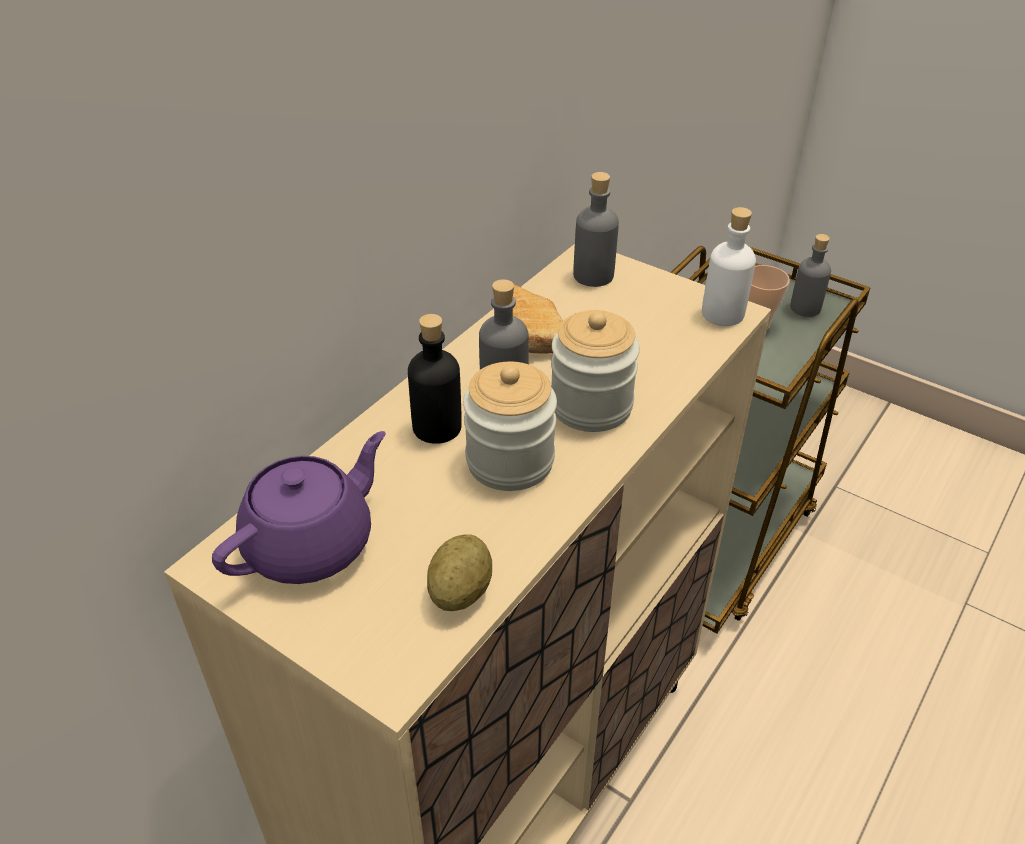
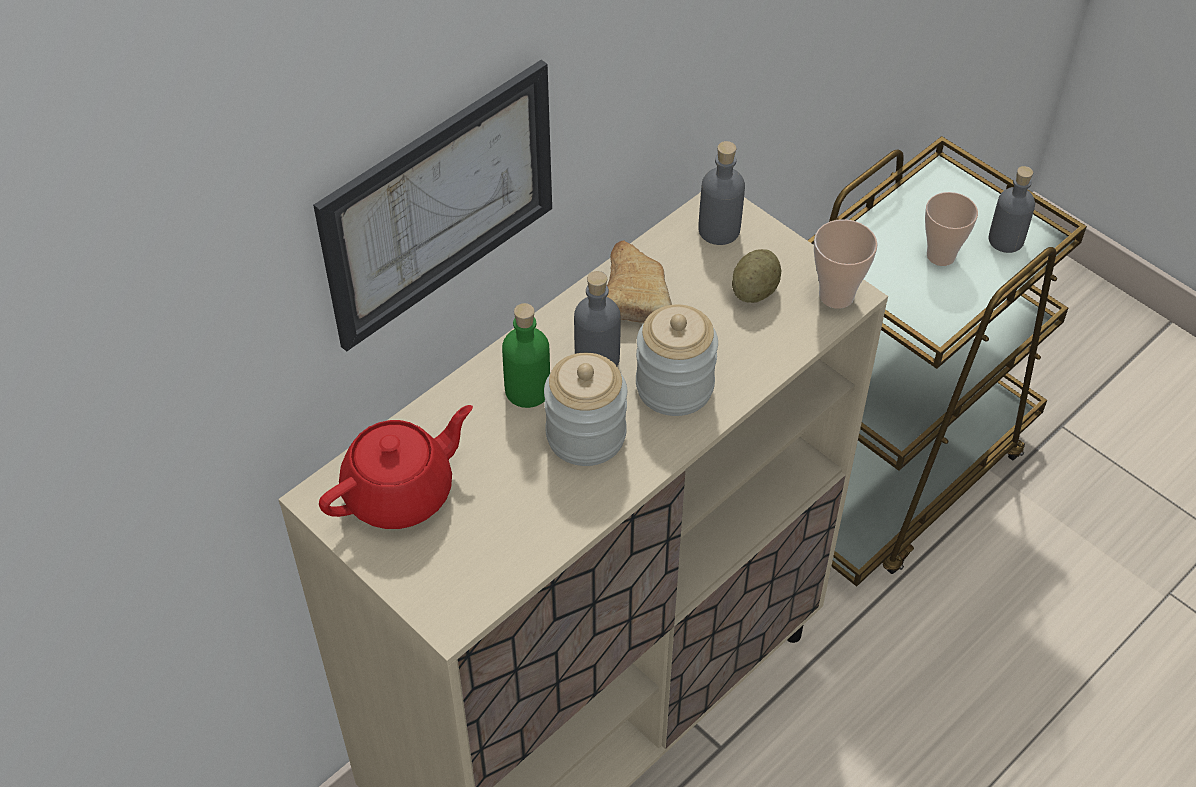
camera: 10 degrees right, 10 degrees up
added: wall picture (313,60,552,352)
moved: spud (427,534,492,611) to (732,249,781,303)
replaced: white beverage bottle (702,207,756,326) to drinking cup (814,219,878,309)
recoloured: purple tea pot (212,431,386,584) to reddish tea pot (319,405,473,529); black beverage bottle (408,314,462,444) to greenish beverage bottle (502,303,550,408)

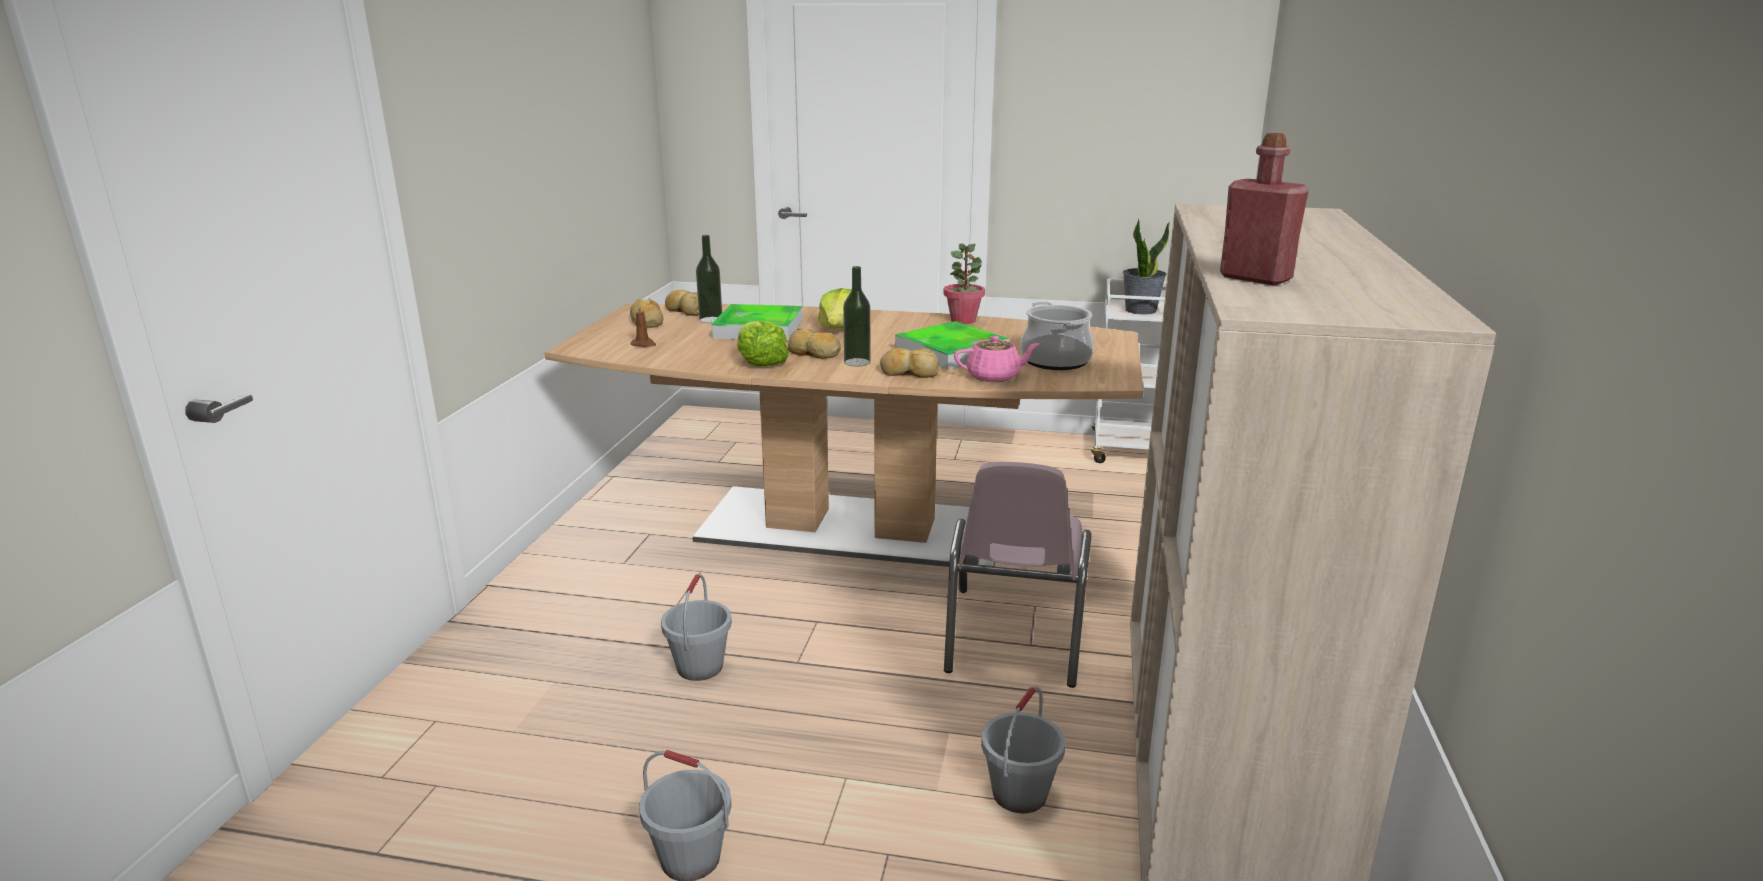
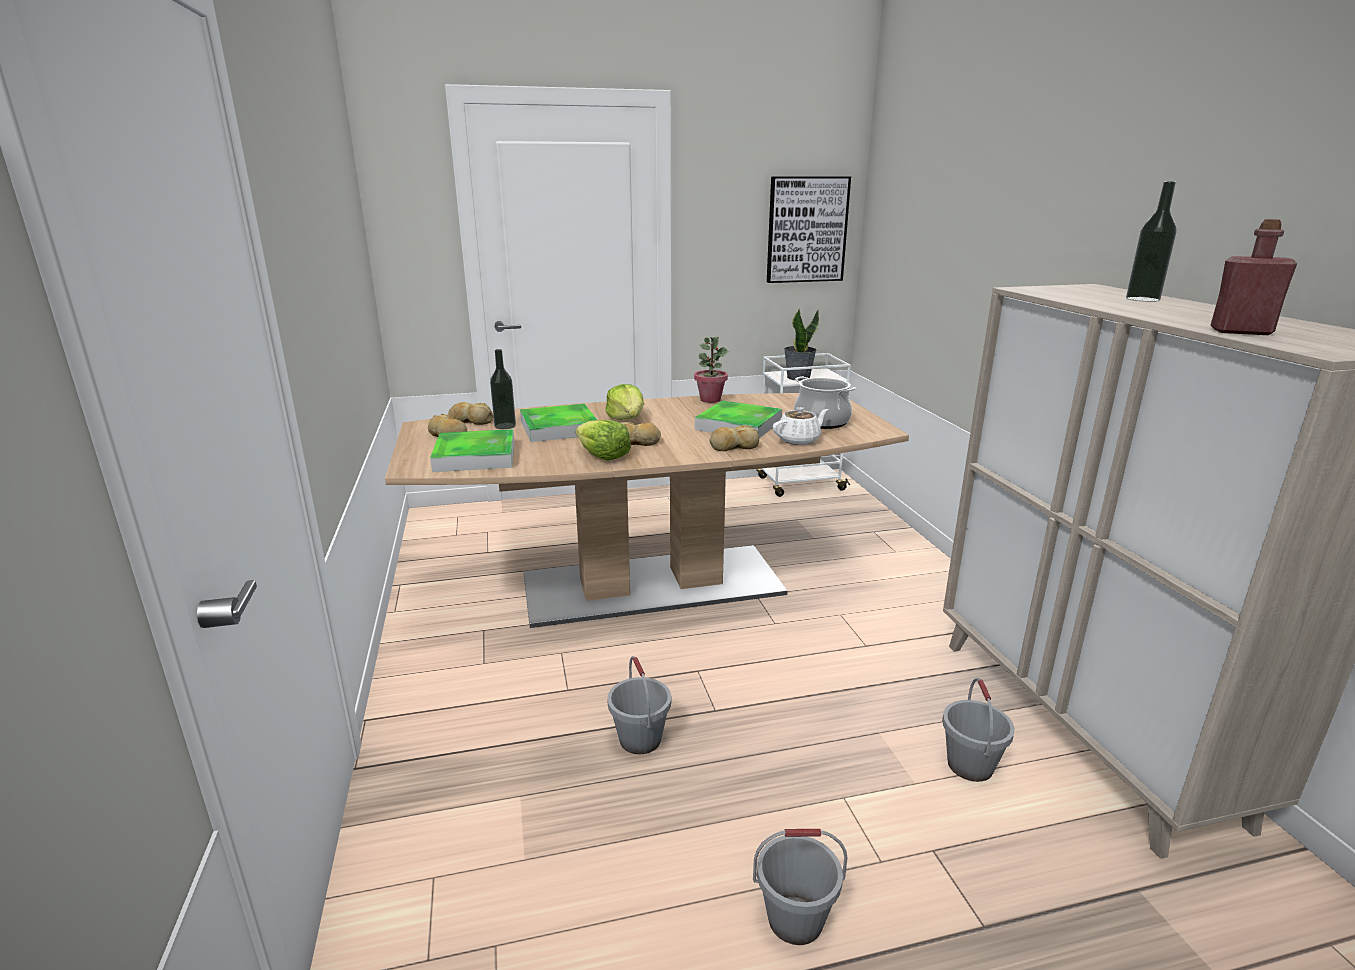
camera: 25 degrees left, 0 degrees up
removed: pinkish plain chair (944,462,1091,688)
added: wall picture (767,177,851,283)
moved: beverage bottle (843,266,870,366) to (1126,182,1176,302)
replaced: brown-coloured wax candle (631,304,656,347) to tray (430,429,514,472)
recoloured: pinkish tea pot (954,336,1040,382) to white tea pot (773,407,828,445)

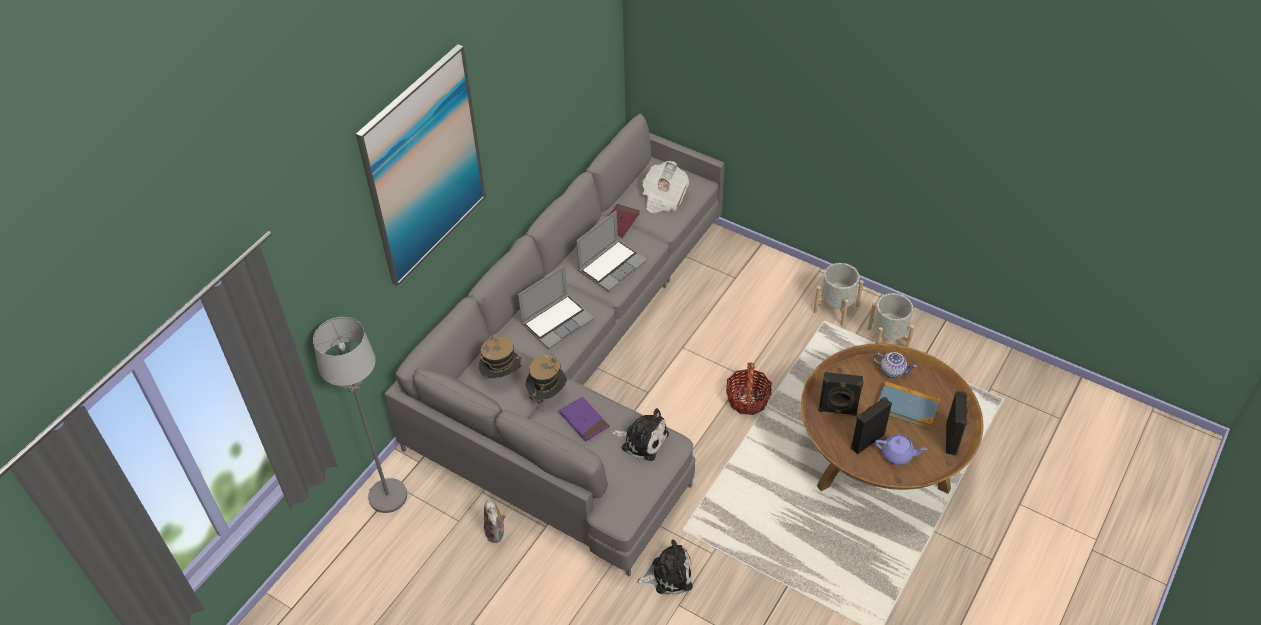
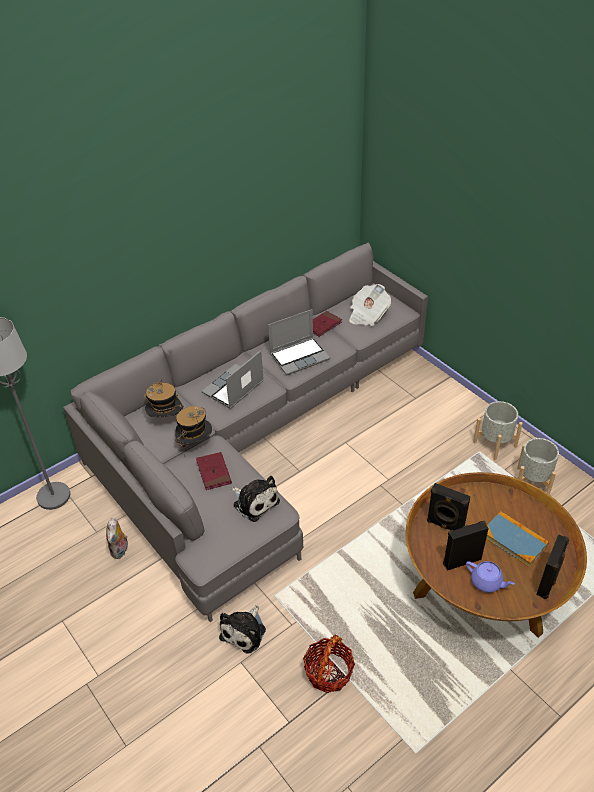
camera: 20 degrees right, 5 degrees down
removed: wall picture (356,44,486,286); tea pot (873,352,917,378)
moved: storage basket (726,363,772,415) to (303,635,355,693)
recoloured: purple volume (559,397,609,442) to reddish volume (196,452,232,490)
turned: notebook computer (518,265,594,349) = (202,350,264,409) 150 degrees clockwise; plush toy (637,539,693,594) = (219,605,266,654) 105 degrees clockwise

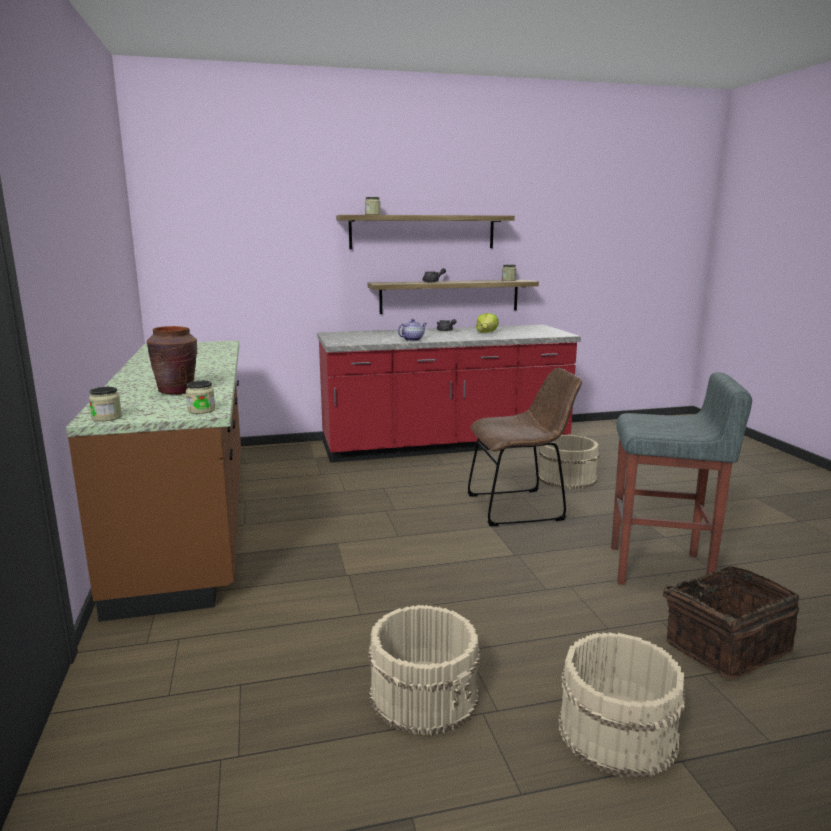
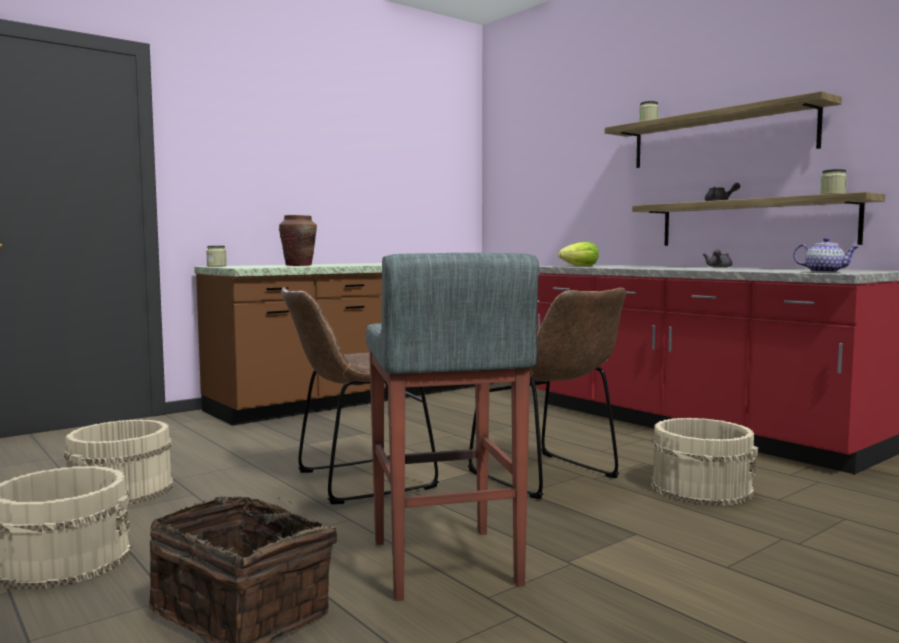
camera: 65 degrees right, 10 degrees down
removed: preserve jar (186,381,215,414)
added: brown-coloured plain chair (281,287,439,504)
moved: lettuce (476,313,499,333) to (558,242,599,266); tea pot (398,319,427,341) to (793,238,858,272)

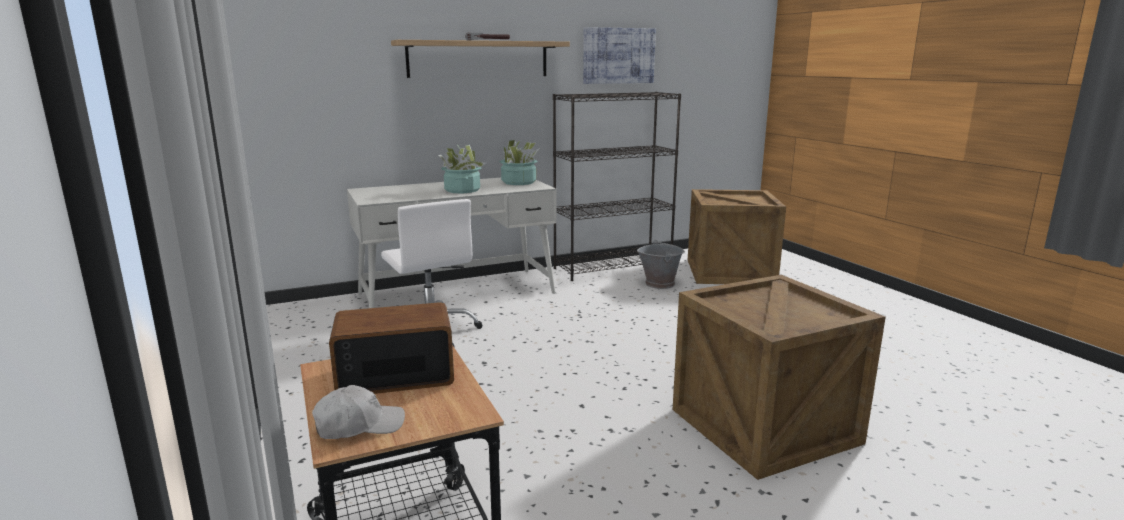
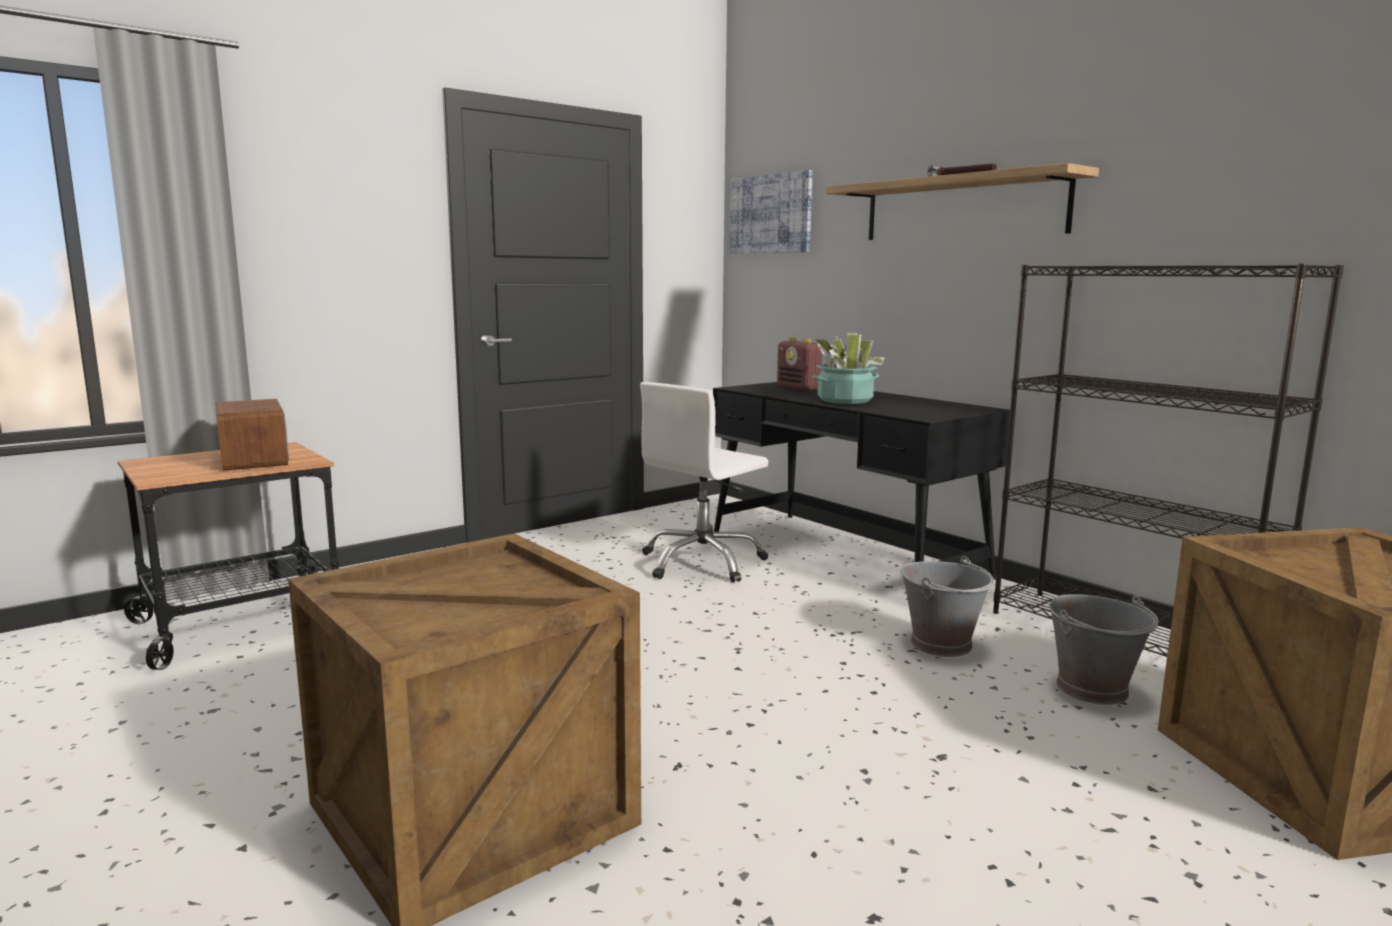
camera: 75 degrees right, 5 degrees down
removed: white baseball cap (312,385,405,439); plant in a pot (499,140,541,185)
added: radio set (777,337,822,391); gray water bucket (901,556,994,657)
moved: wall picture (583,27,656,84) to (730,170,813,254)
recoloured: white desk table (347,178,557,308) to black desk table (713,382,1010,580)

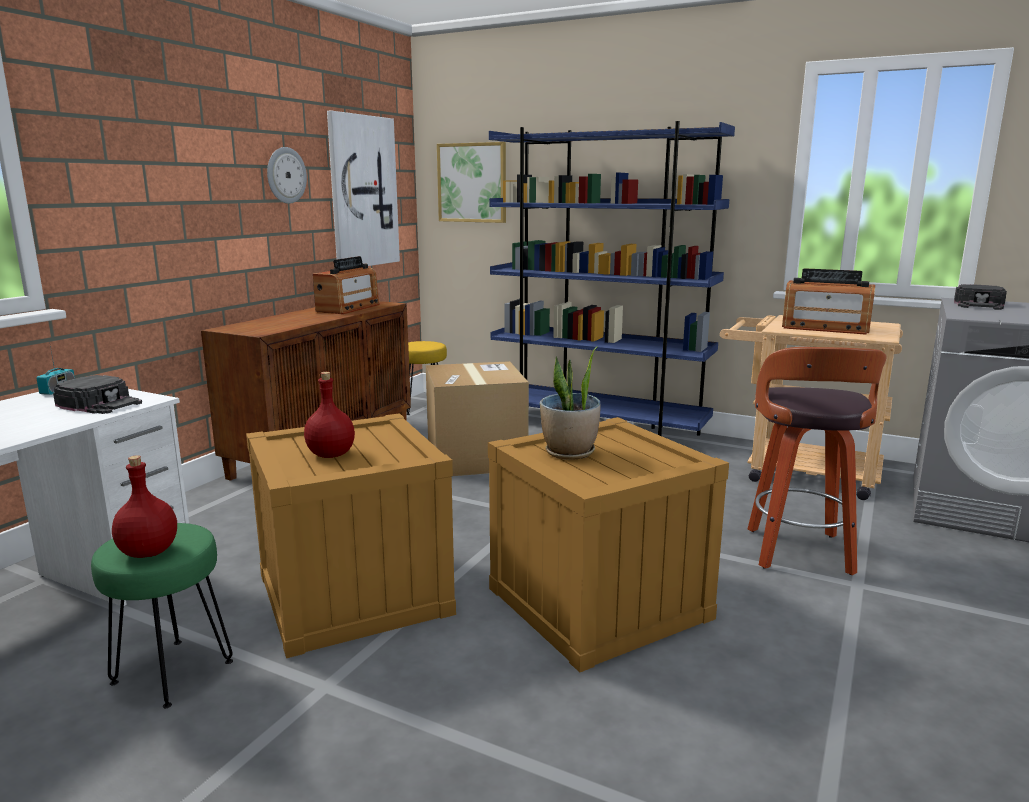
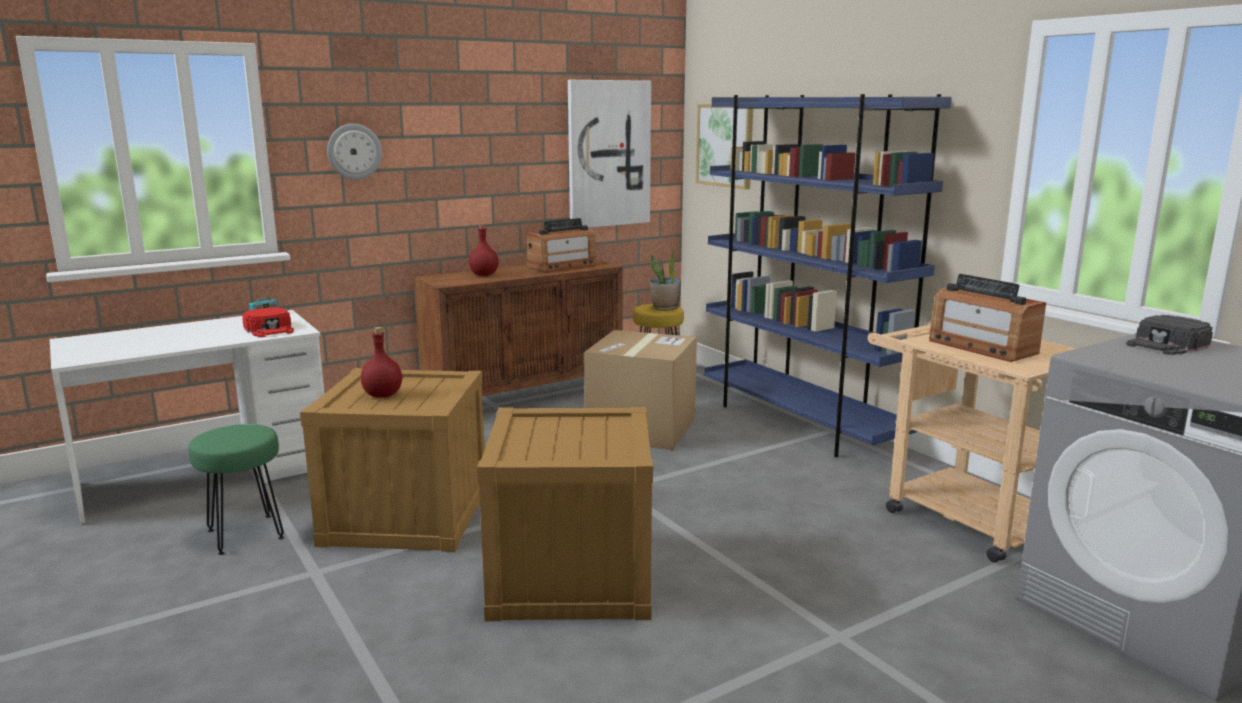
camera: 30 degrees right, 0 degrees up
removed: sitting stool (748,347,887,575)
moved: wall clock (267,147,307,204) to (327,124,382,180); reddish beverage bottle (112,455,177,558) to (469,224,499,276); plant in a pot (540,346,600,460) to (649,253,681,311)
recoloured: black baseball cap (53,375,142,414) to reddish baseball cap (242,307,294,338)

